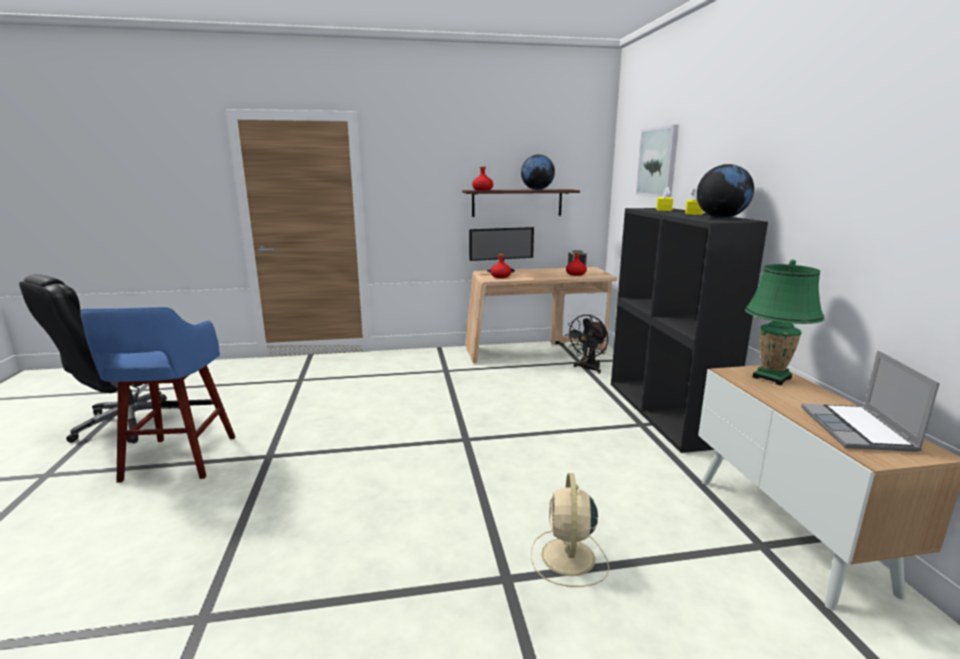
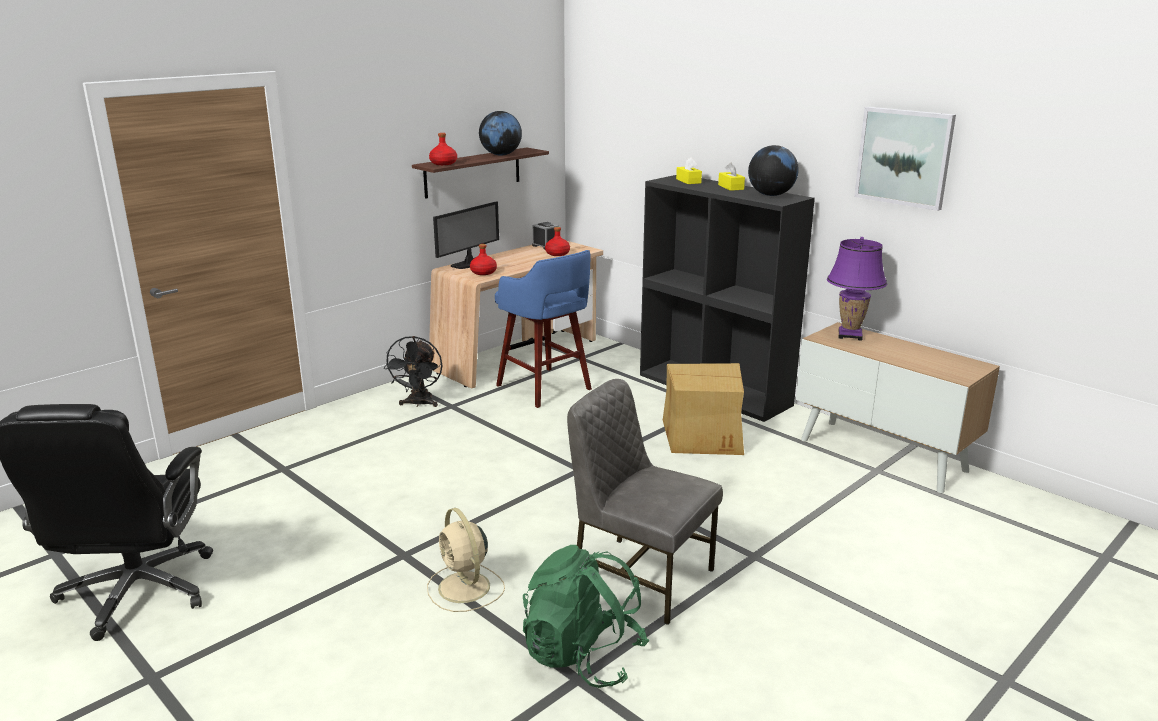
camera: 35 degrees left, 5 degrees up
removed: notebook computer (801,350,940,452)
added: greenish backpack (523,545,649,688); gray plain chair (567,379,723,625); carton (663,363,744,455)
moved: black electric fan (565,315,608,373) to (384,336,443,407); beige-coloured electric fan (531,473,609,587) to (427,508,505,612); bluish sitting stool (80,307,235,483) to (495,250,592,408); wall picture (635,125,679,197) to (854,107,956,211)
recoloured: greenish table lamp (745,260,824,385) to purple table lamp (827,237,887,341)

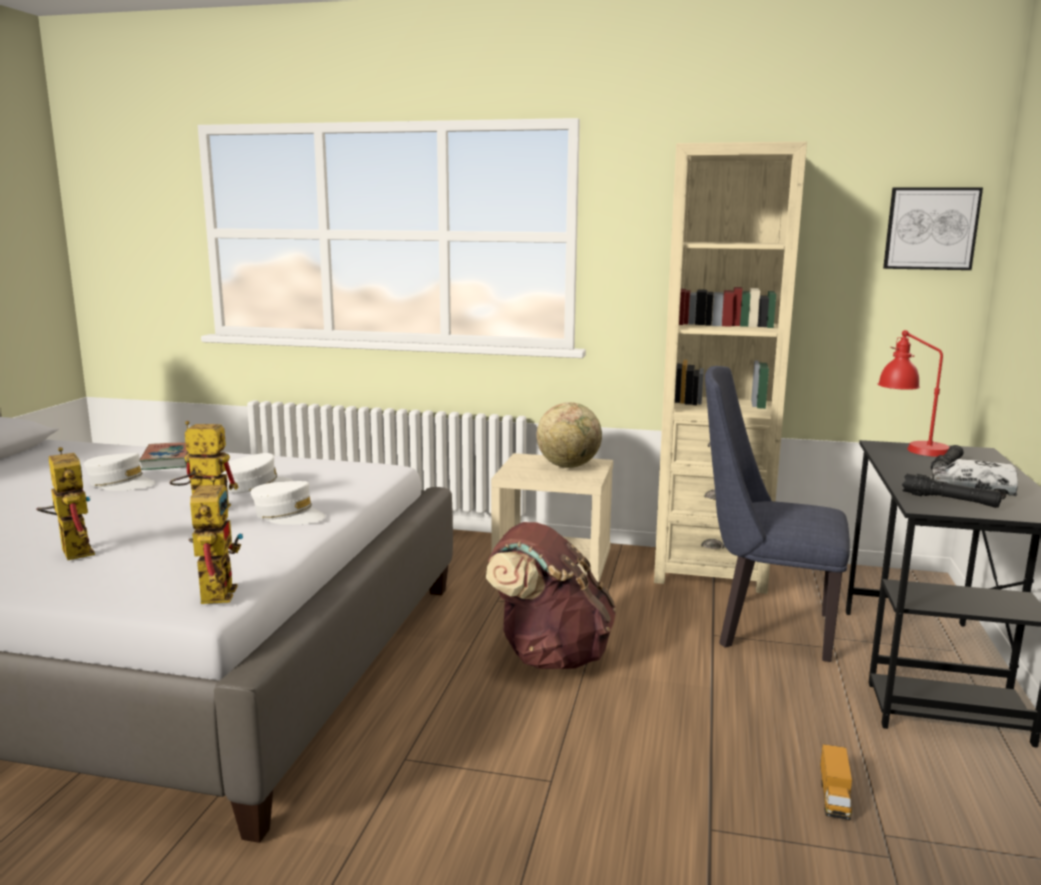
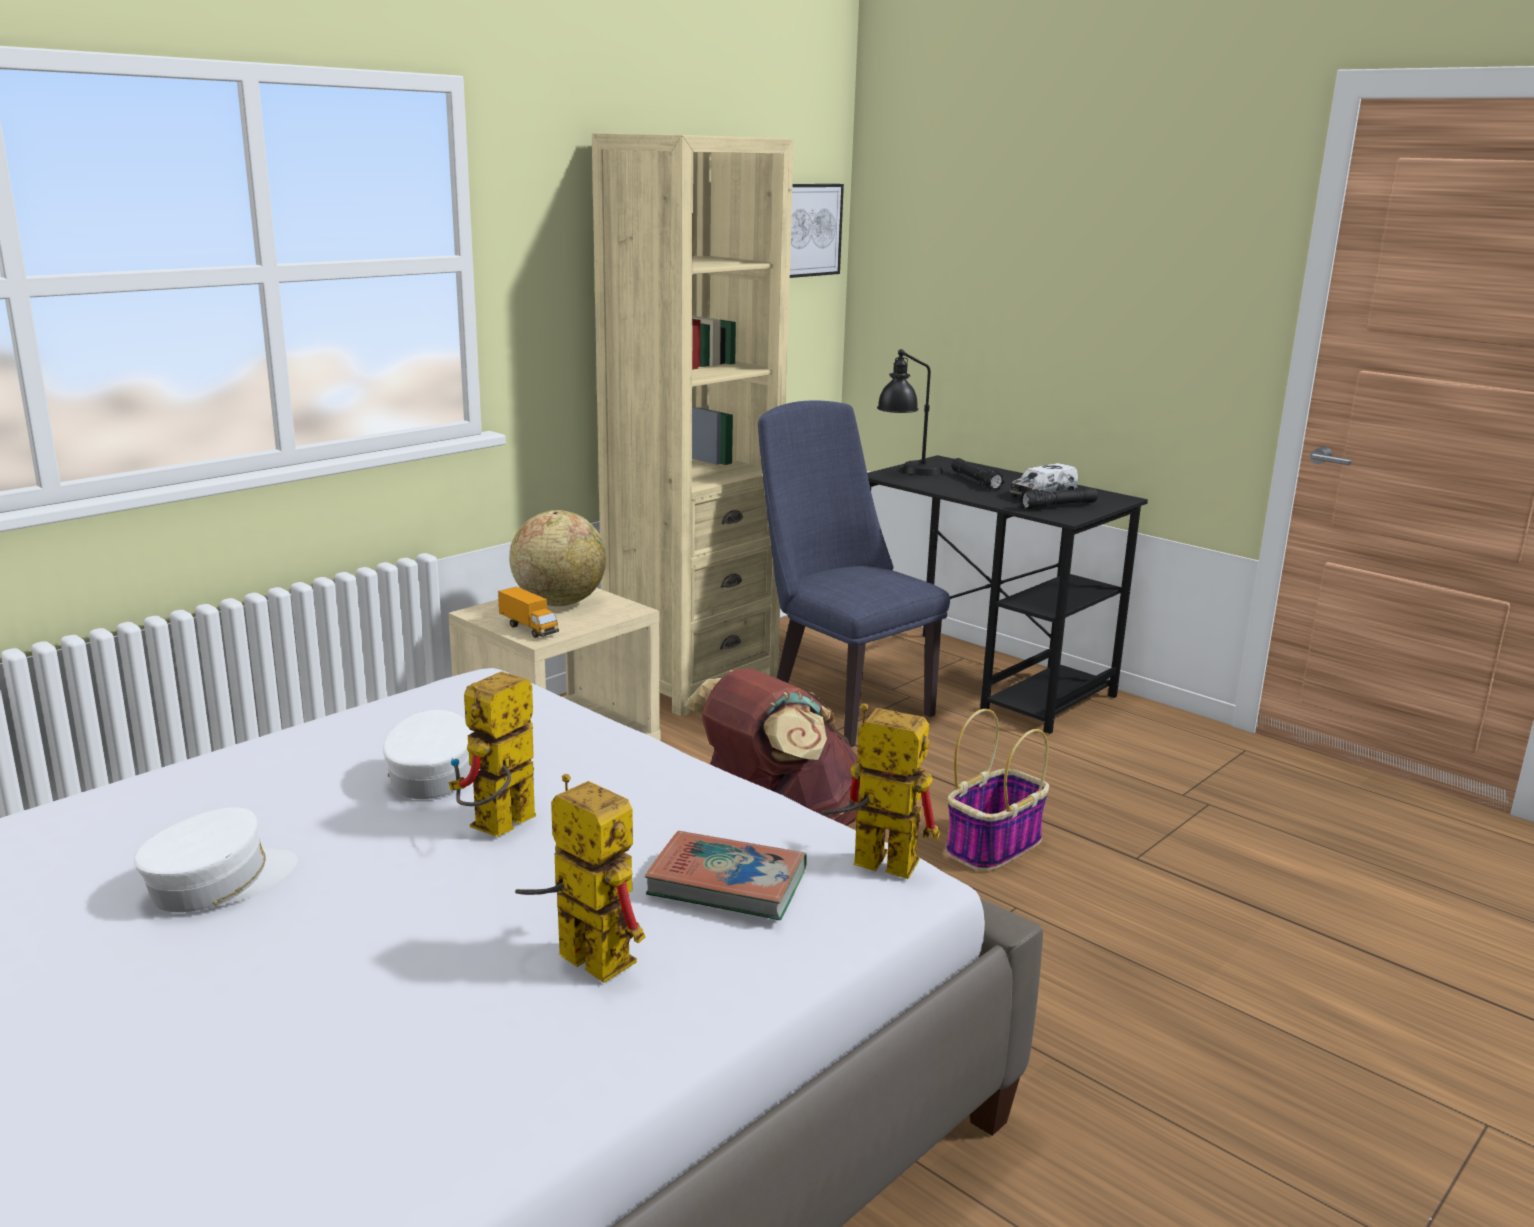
camera: 60 degrees left, 5 degrees up
removed: white baseball cap (251,481,326,525)
added: storage basket (946,709,1049,872)
moved: toy truck (820,744,852,820) to (498,587,559,638); volume (139,442,188,470) to (645,831,807,920)
recoloured: reddish table lamp (878,330,950,457) to black table lamp (877,349,943,476)
turned: robot figure (36,447,95,560) = (515,774,645,983) 45 degrees clockwise; bluish plain chair (705,366,850,662) = (758,400,950,747) 90 degrees clockwise

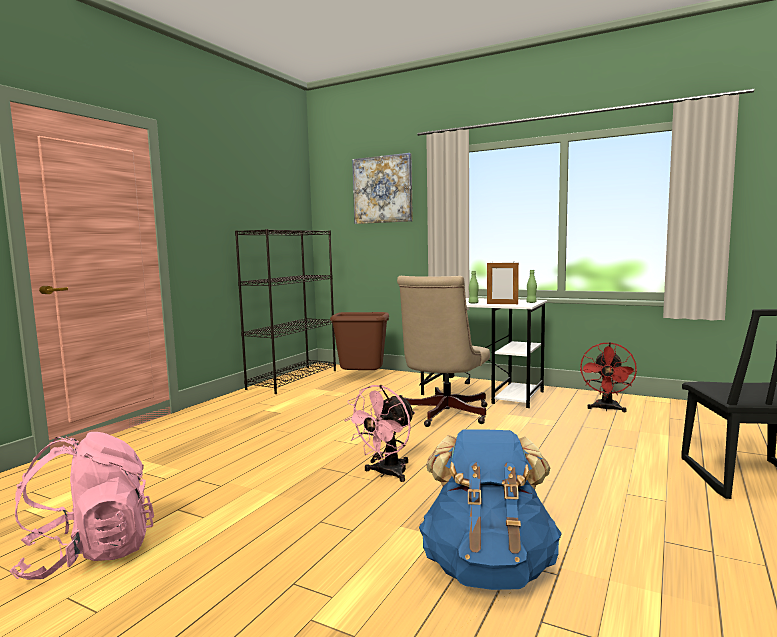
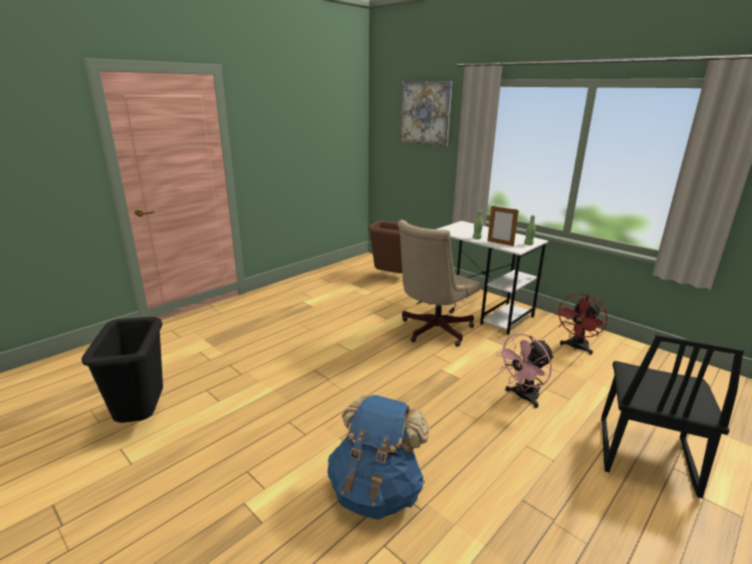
camera: 15 degrees right, 15 degrees up
removed: black shelving unit (235,229,336,394)
moved: pinkish electric fan (344,385,415,482) to (496,334,554,408)
replaced: pinkish backpack (9,432,154,580) to black rubbish bin (82,317,163,423)

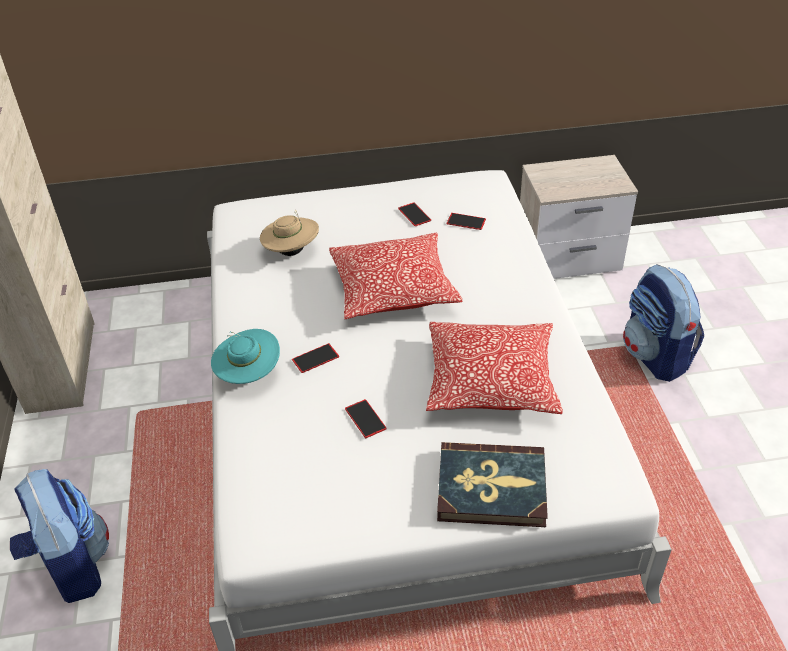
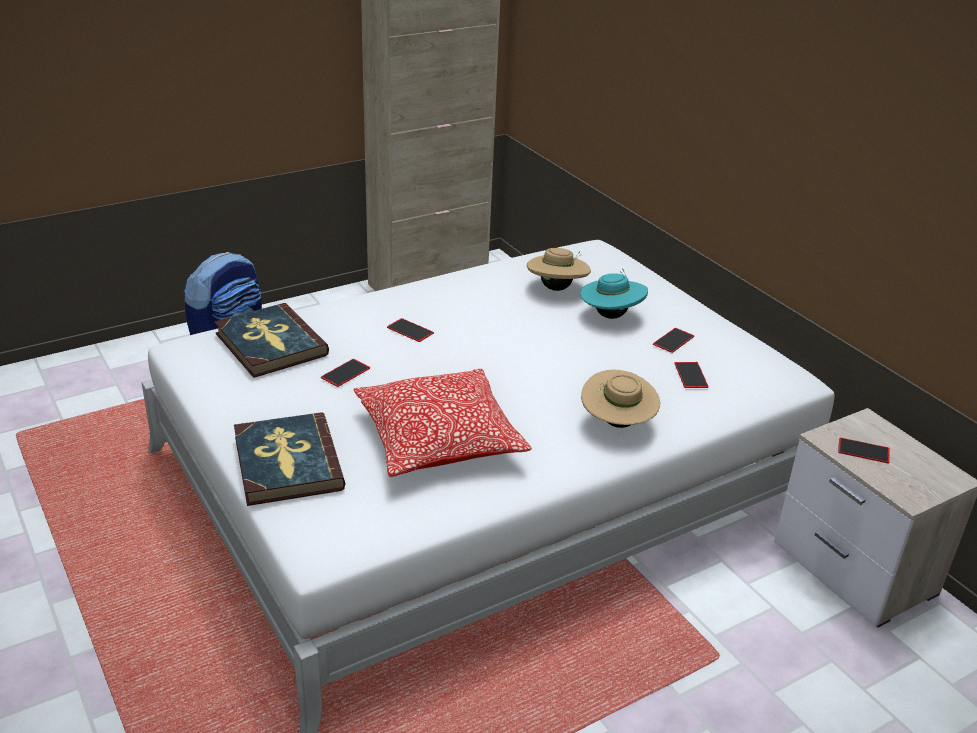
camera: 65 degrees right, 10 degrees down
removed: pillow (329,233,463,319); backpack (623,264,704,382)
added: volume (214,303,329,378); beige-coloured clothing hat (581,370,660,428); phone (838,438,889,463)
moved: turquoise clothing hat (211,329,280,384) to (580,268,648,319)

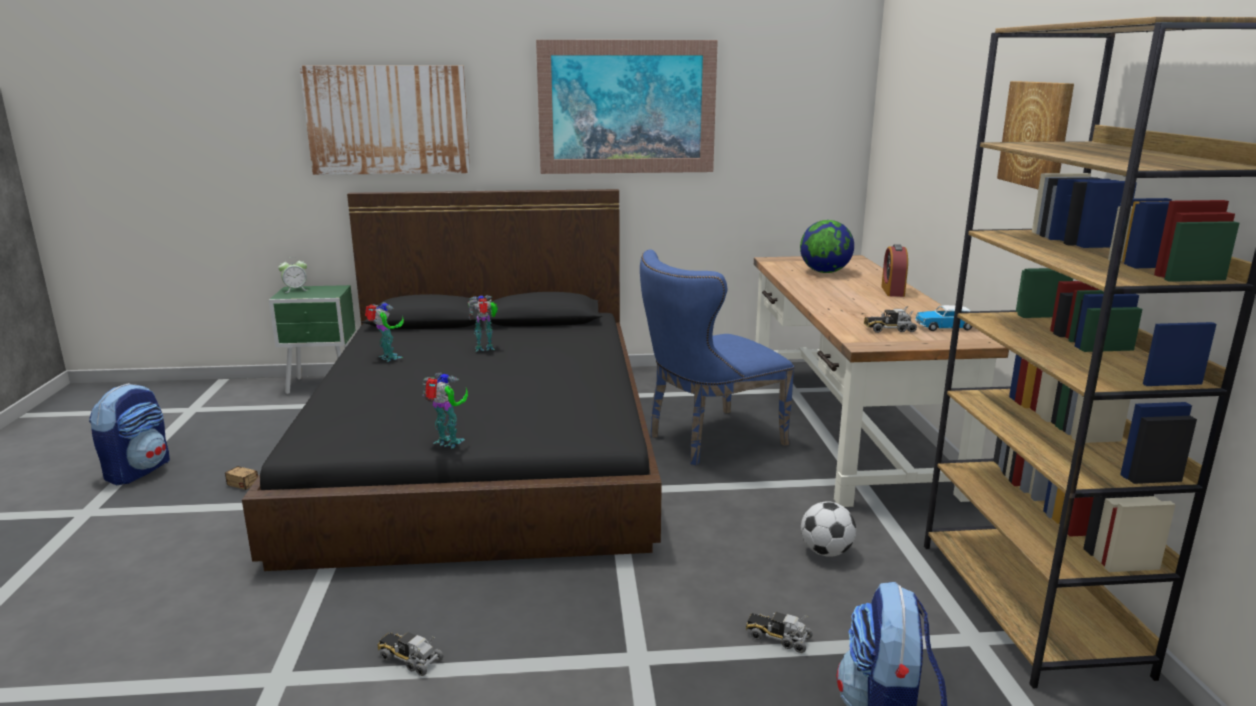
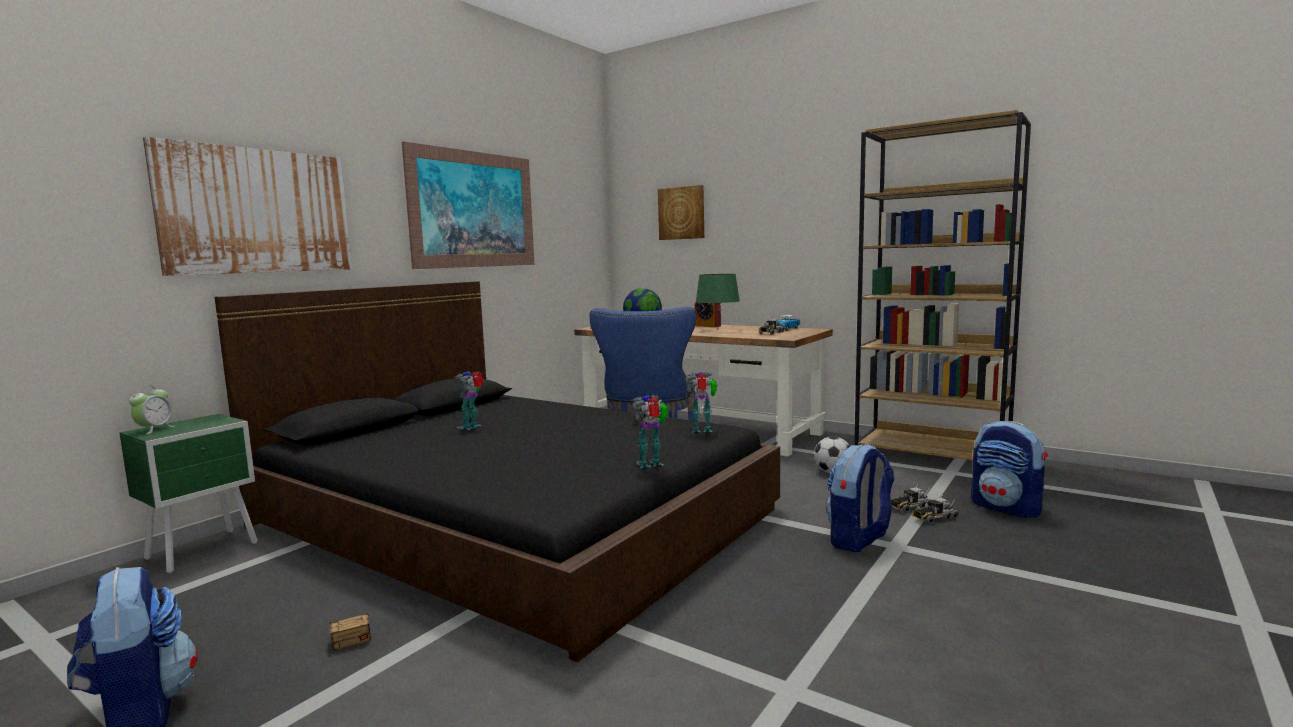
camera: 50 degrees left, 10 degrees down
added: greenish table lamp (696,274,740,325); backpack (826,444,895,552)
moved: wall picture (997,81,1074,189) to (658,185,704,240); robot figure (365,302,404,362) to (686,372,718,433); toy truck (377,632,443,676) to (912,494,959,524)

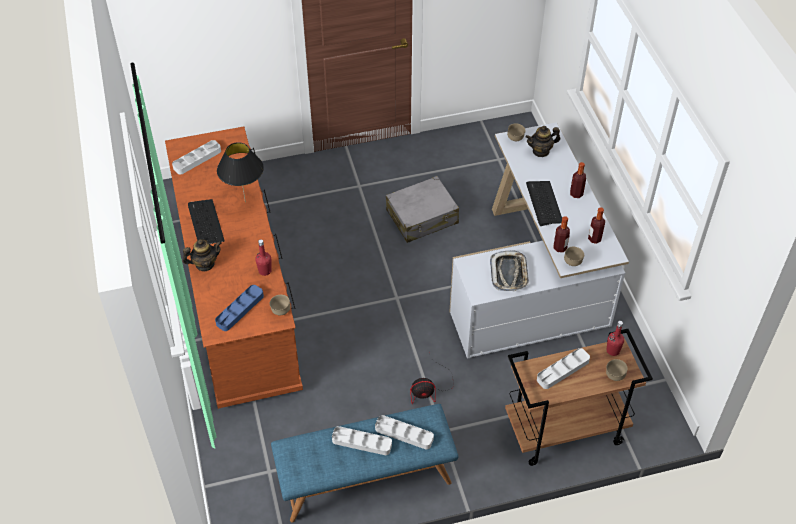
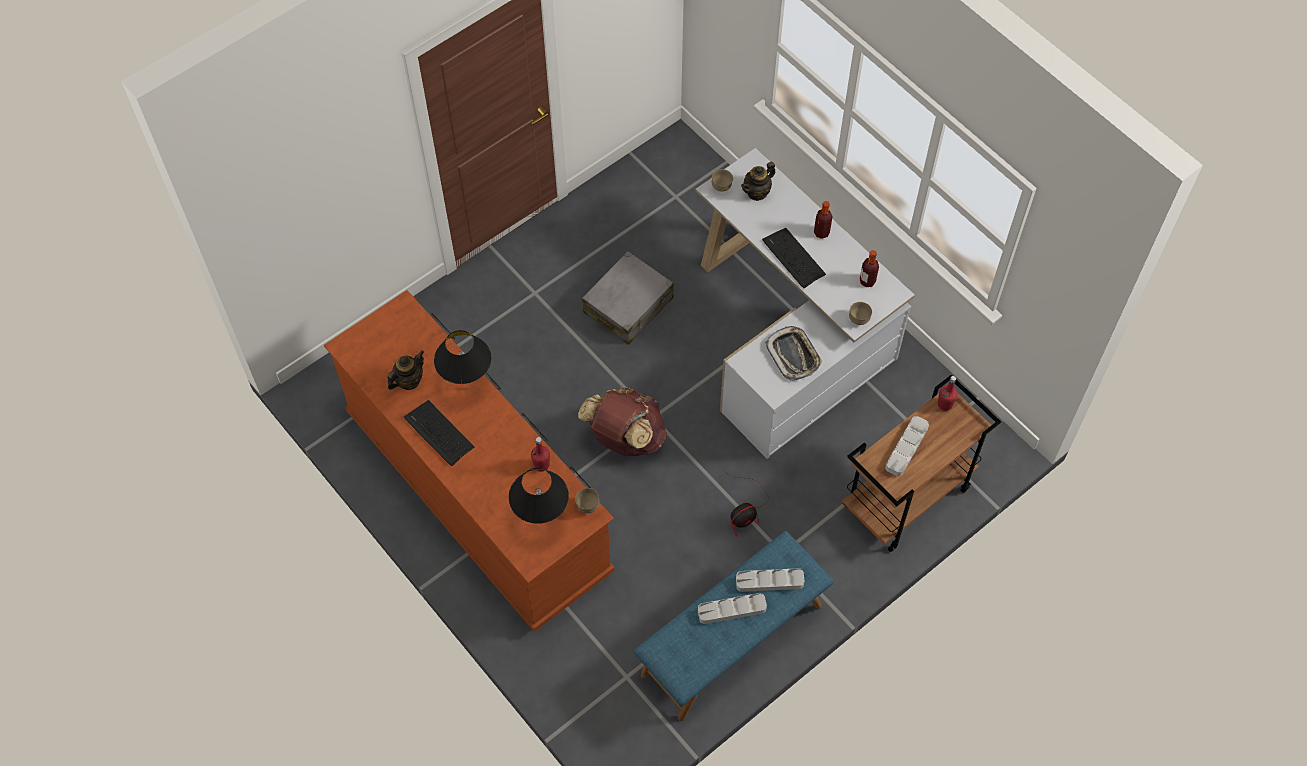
camera: 25 degrees left, 10 degrees up
removed: gray tray (172,140,221,175); beverage bottle (554,216,570,253); brown-coloured serving bowl (606,359,628,381)
added: brown-coloured backpack (578,387,667,456)
moved: tea pot (182,239,222,271) to (387,350,424,390)
replaced: bluish tray (215,285,264,331) to black table lamp (509,468,569,524)

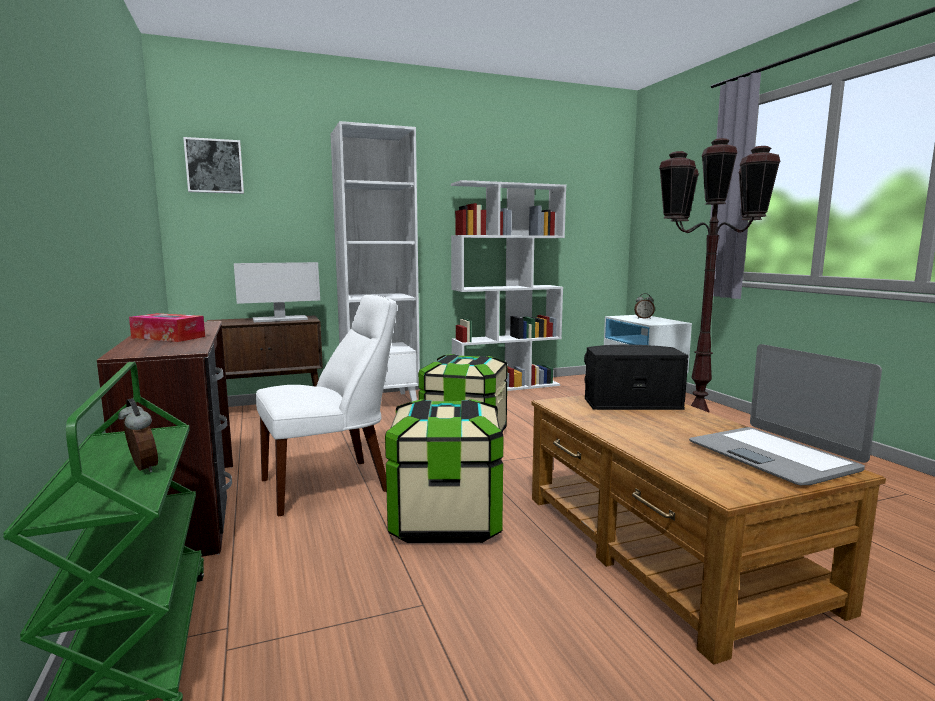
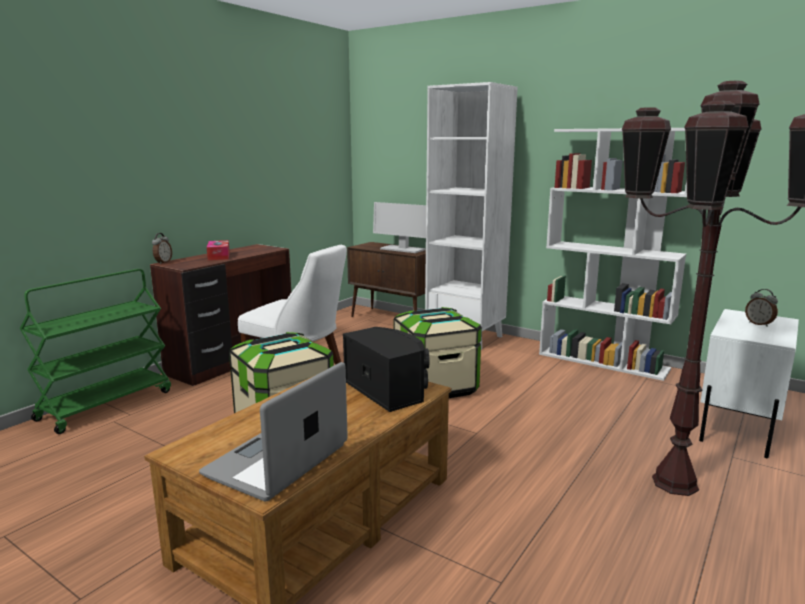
camera: 55 degrees right, 5 degrees up
removed: wall picture (183,137,244,194)
moved: alarm clock (118,398,158,473) to (152,233,172,264)

